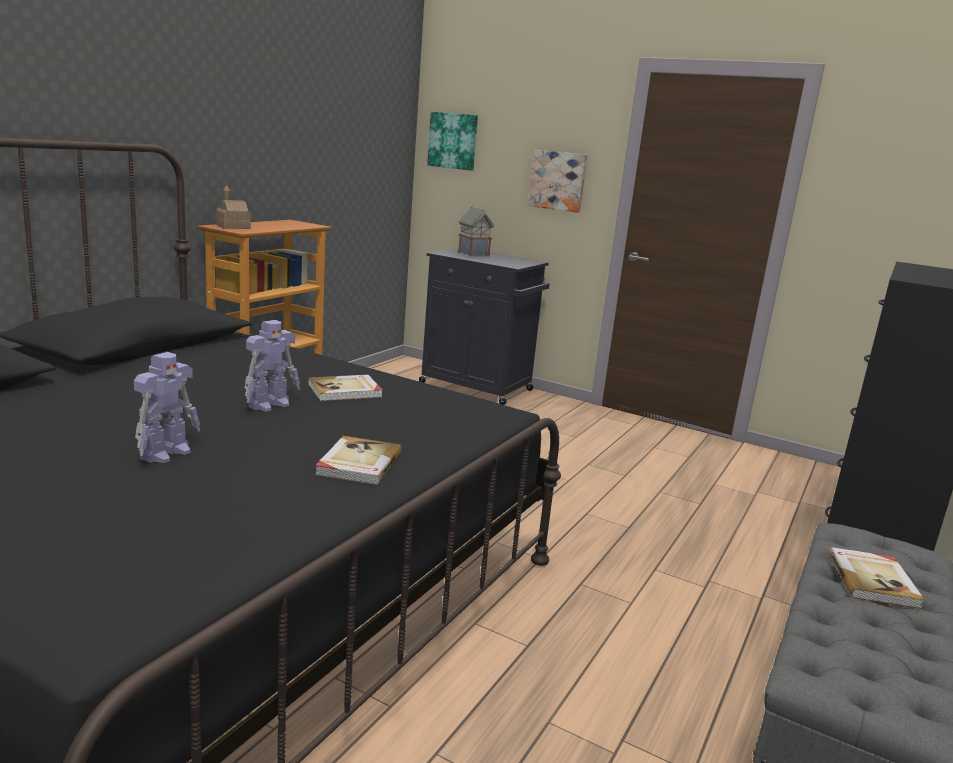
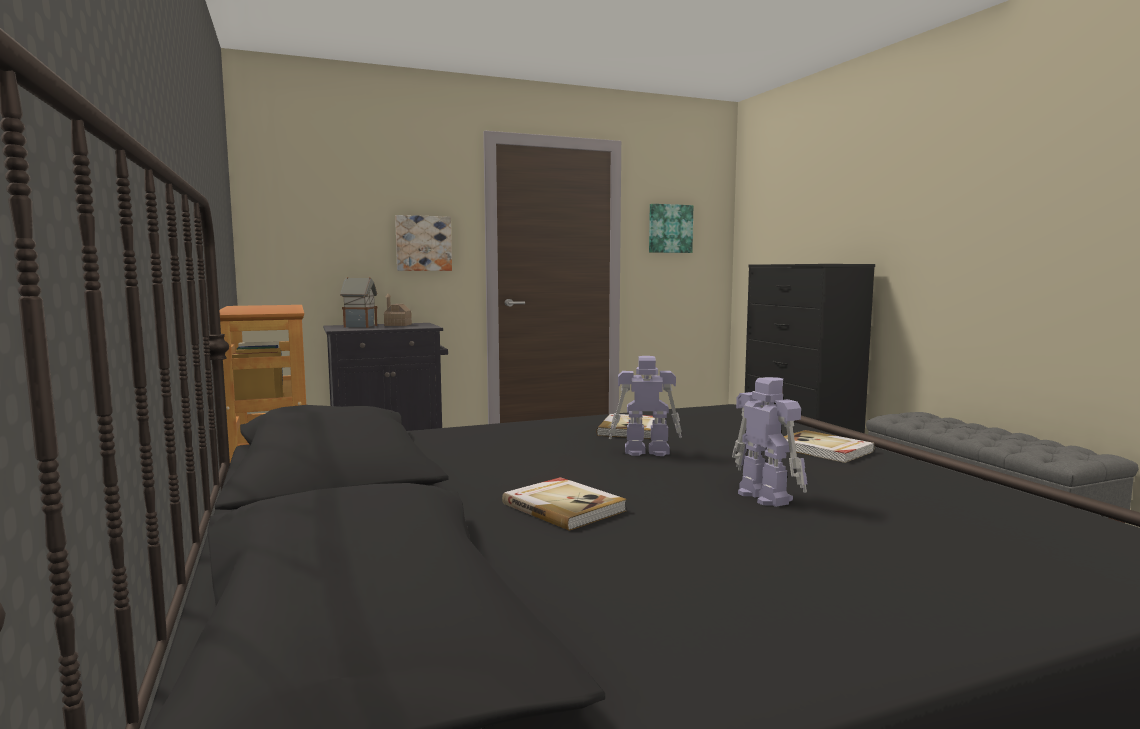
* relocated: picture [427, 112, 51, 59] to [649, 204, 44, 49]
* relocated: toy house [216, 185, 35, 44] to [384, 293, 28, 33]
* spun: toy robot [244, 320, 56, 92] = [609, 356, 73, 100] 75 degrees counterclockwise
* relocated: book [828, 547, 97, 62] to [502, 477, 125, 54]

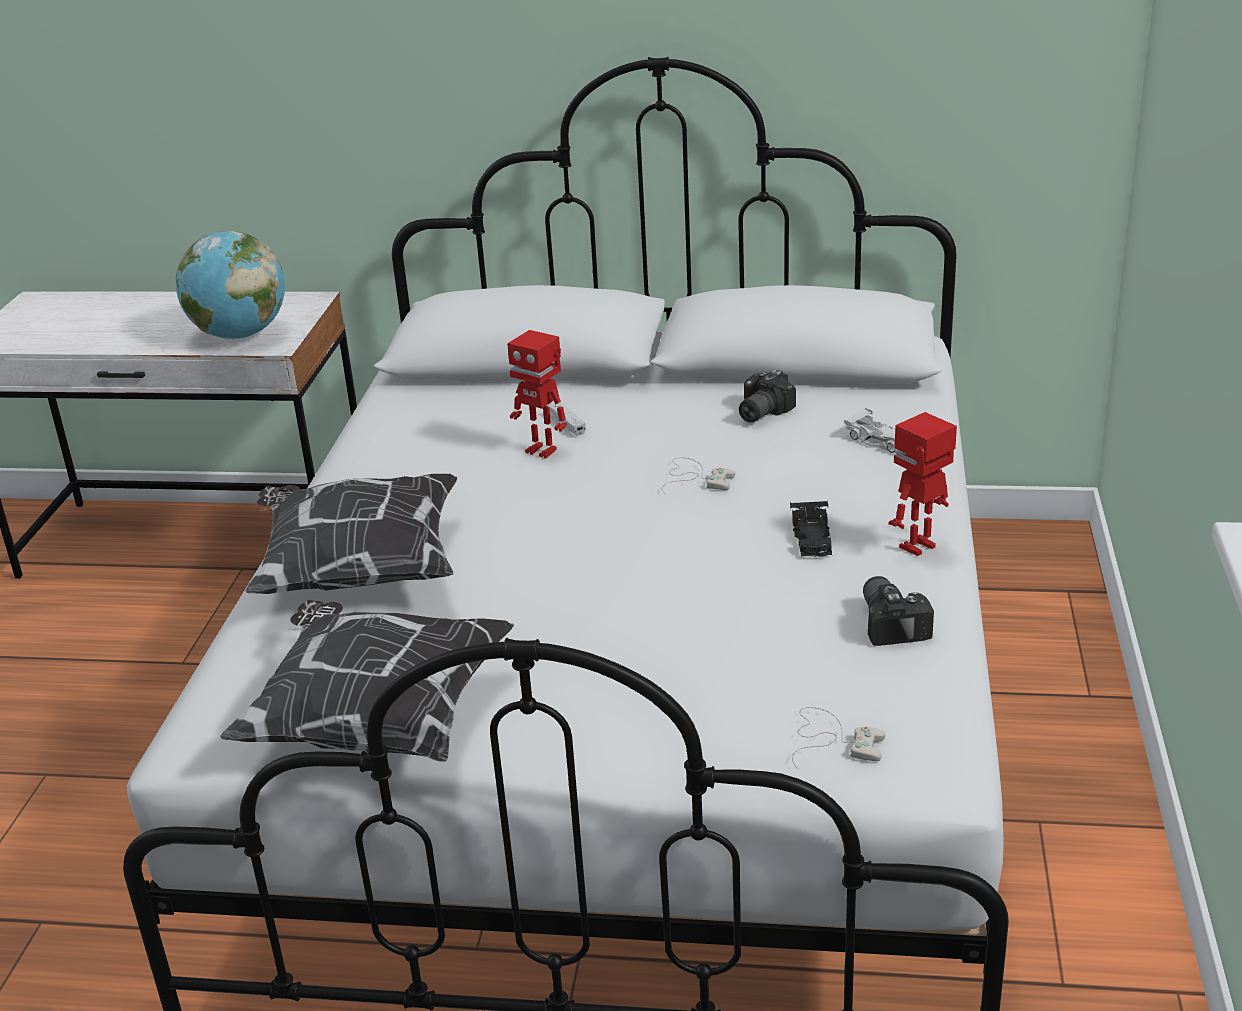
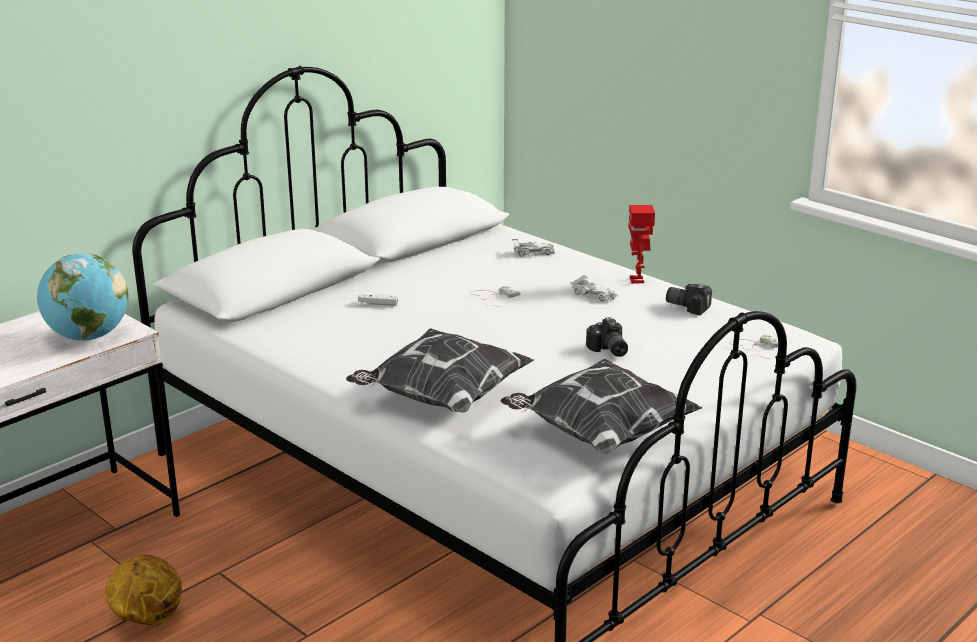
* missing: toy robot [507, 330, 60, 128]
* relocated: photo camera [739, 370, 57, 52] to [586, 317, 42, 40]
* colour: black toy car [790, 501, 42, 56] to white toy car [571, 275, 47, 27]
* appeared: basketball [105, 554, 77, 72]

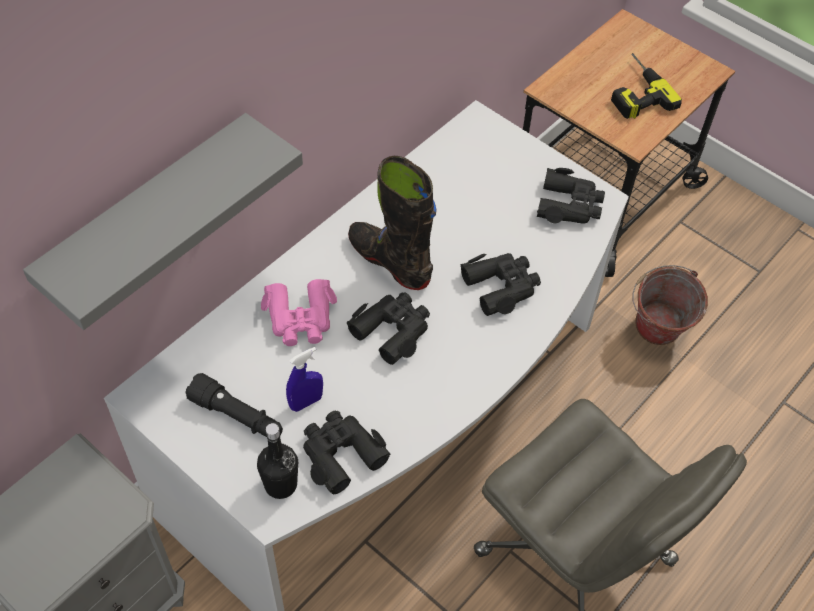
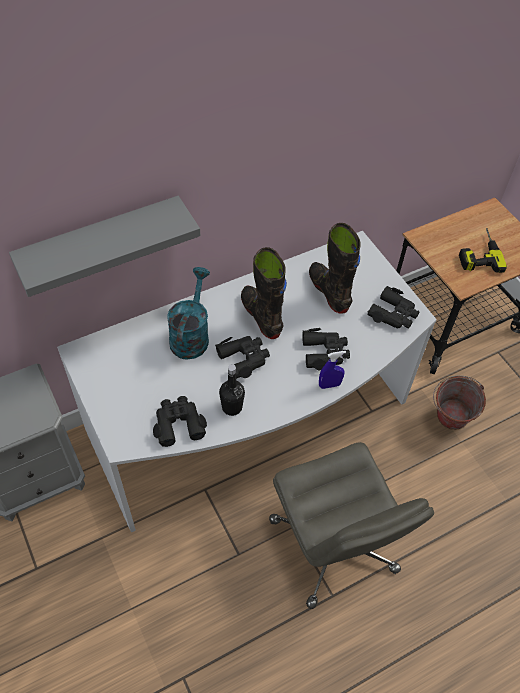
* exchanged: pink binoculars [261, 279, 76, 67] to turquoise watering can [167, 267, 43, 93]
* relocated: blue spray bottle [286, 347, 37, 65] to [319, 351, 27, 38]
* missing: black flashlight [185, 373, 98, 64]
* relocated: black bottle [257, 423, 41, 76] to [219, 364, 26, 52]
* appeared: black boot [309, 223, 52, 91]

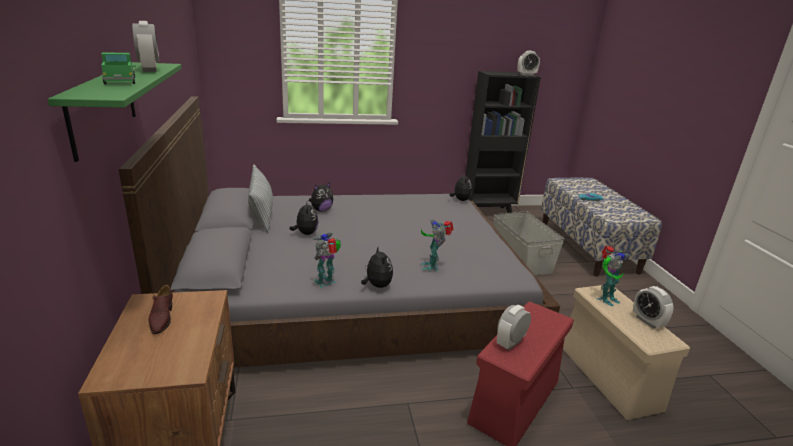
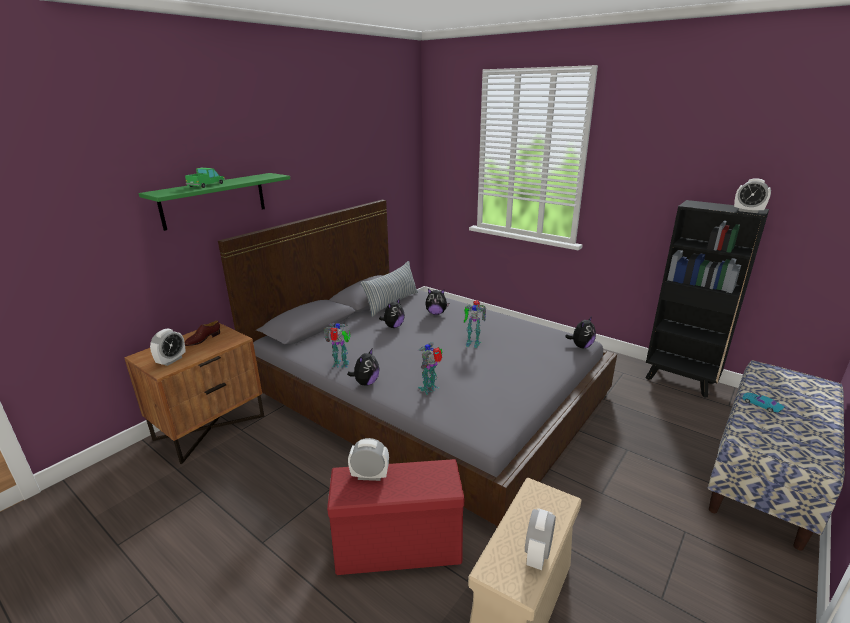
* relocated: alarm clock [132, 21, 27, 51] to [150, 329, 36, 37]
* missing: grey storage box [494, 211, 71, 65]
* relocated: toy robot [596, 245, 34, 61] to [464, 300, 22, 48]

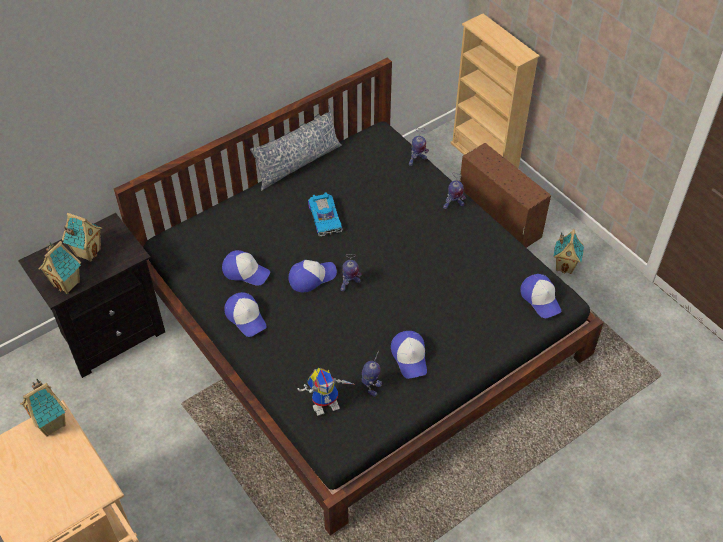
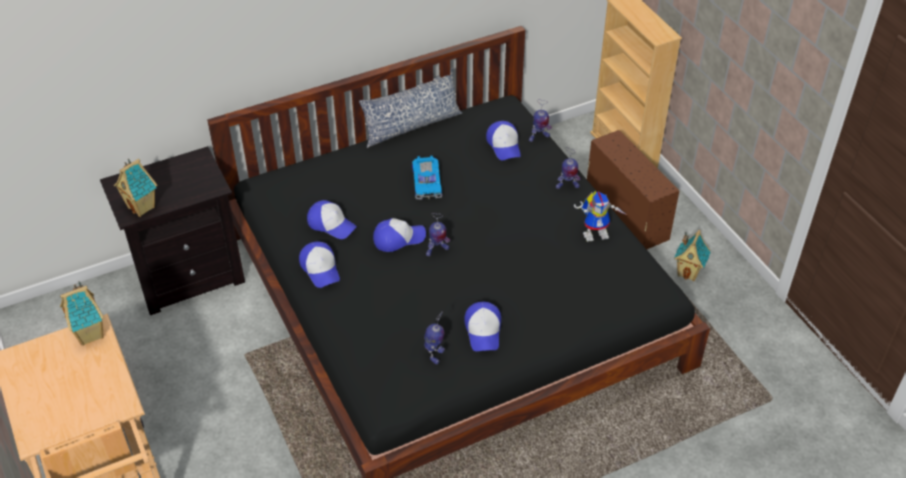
* missing: toy house [62, 213, 40, 49]
* relocated: cap [520, 274, 41, 44] to [486, 121, 35, 39]
* relocated: toy robot [298, 368, 58, 48] to [574, 190, 52, 52]

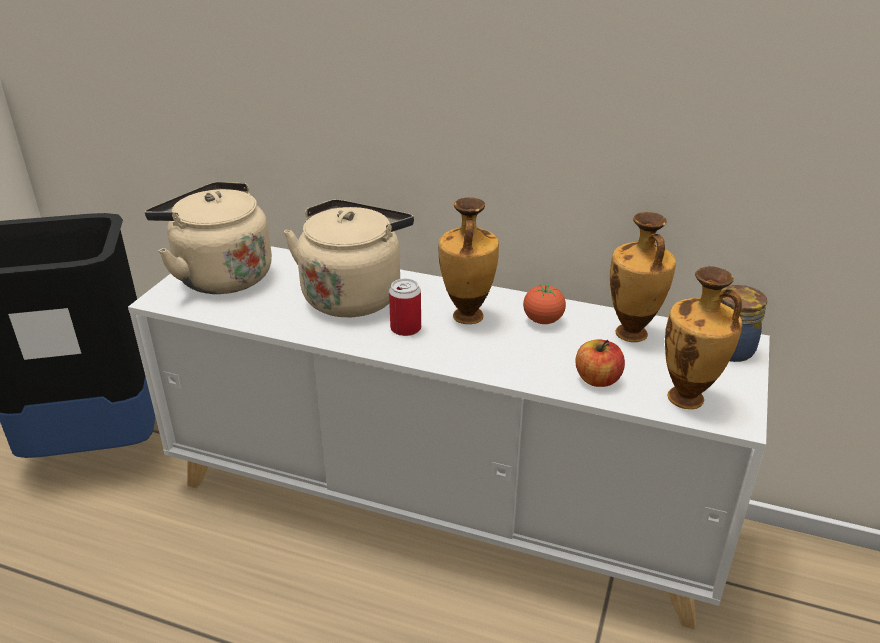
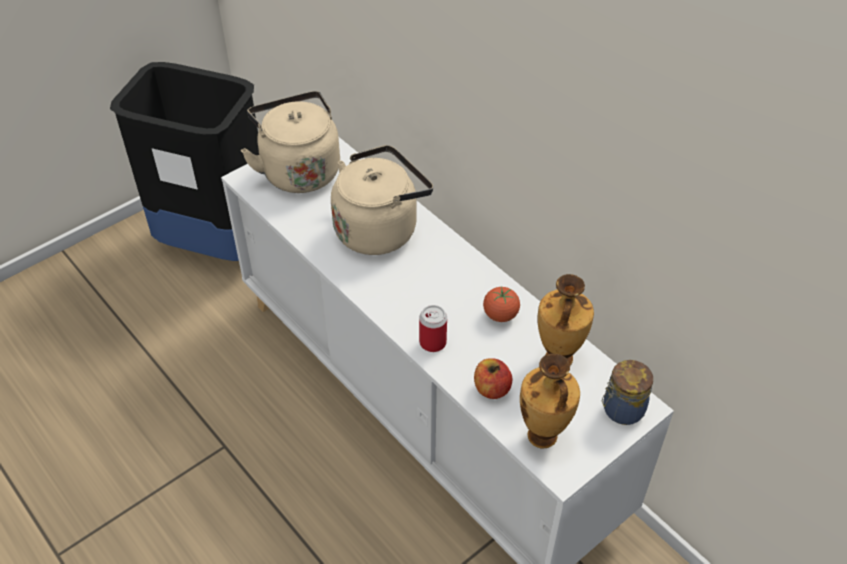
* missing: vase [439, 197, 60, 127]
* relocated: can [389, 278, 32, 58] to [419, 305, 28, 47]

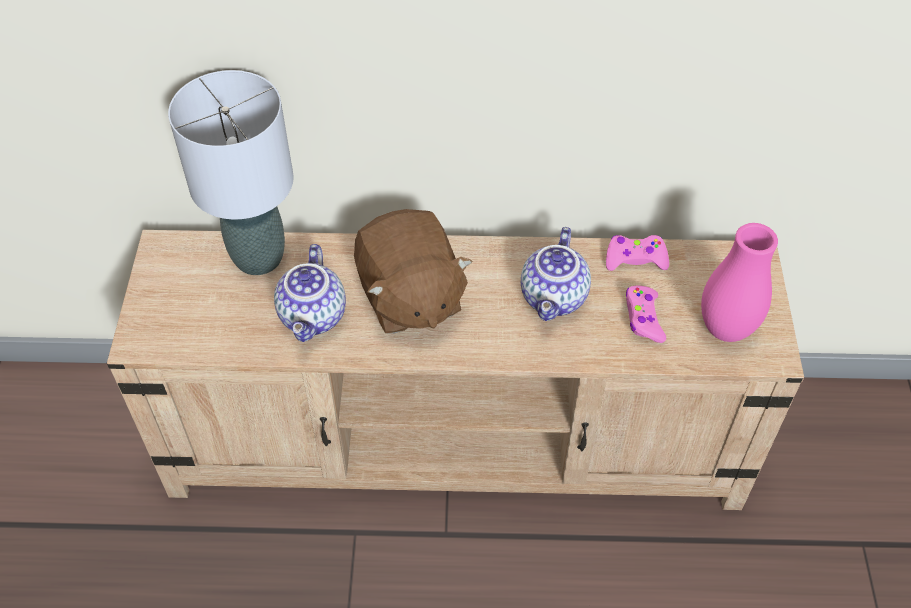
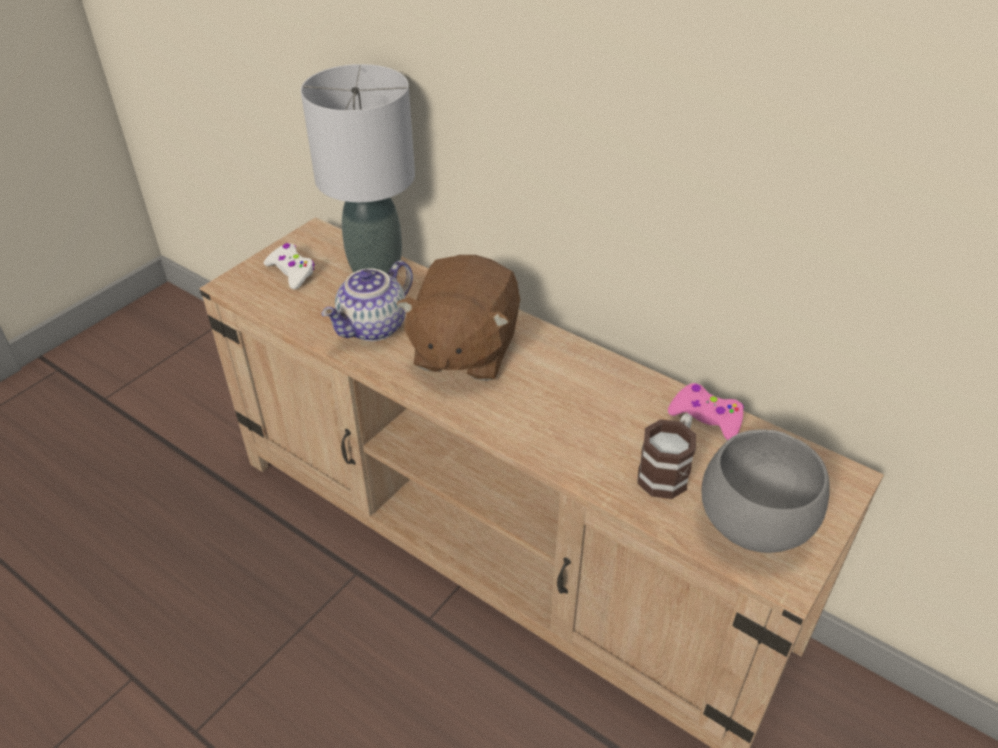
* exchanged: pink vase [701, 223, 77, 119] to grey bowl [701, 429, 129, 124]
* missing: teapot [521, 227, 70, 94]
* exchanged: pink game controller [626, 286, 40, 57] to mug [637, 413, 59, 86]
* appeared: white game controller [264, 243, 51, 47]

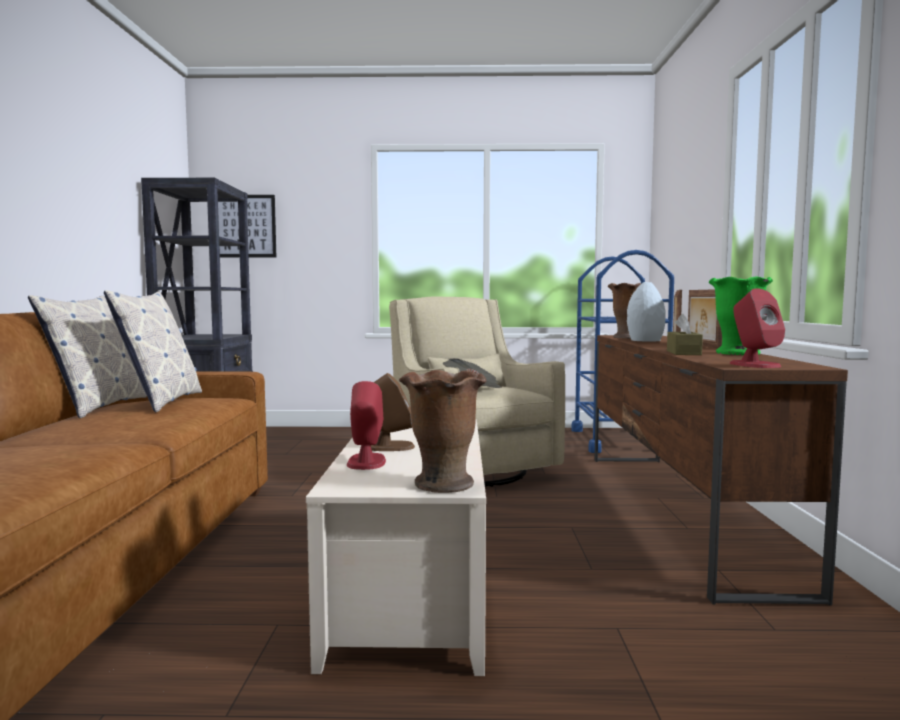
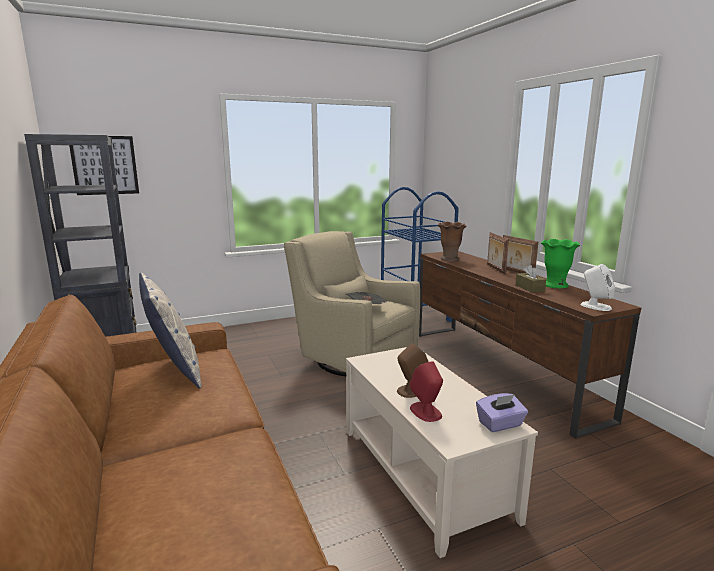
* missing: grey vase [627, 282, 39, 60]
* colour: red speaker [730, 288, 55, 80] to white speaker [580, 264, 35, 47]
* missing: pillow [28, 295, 119, 123]
* exchanged: brown vase [399, 370, 87, 123] to purple tissue box [476, 393, 52, 39]

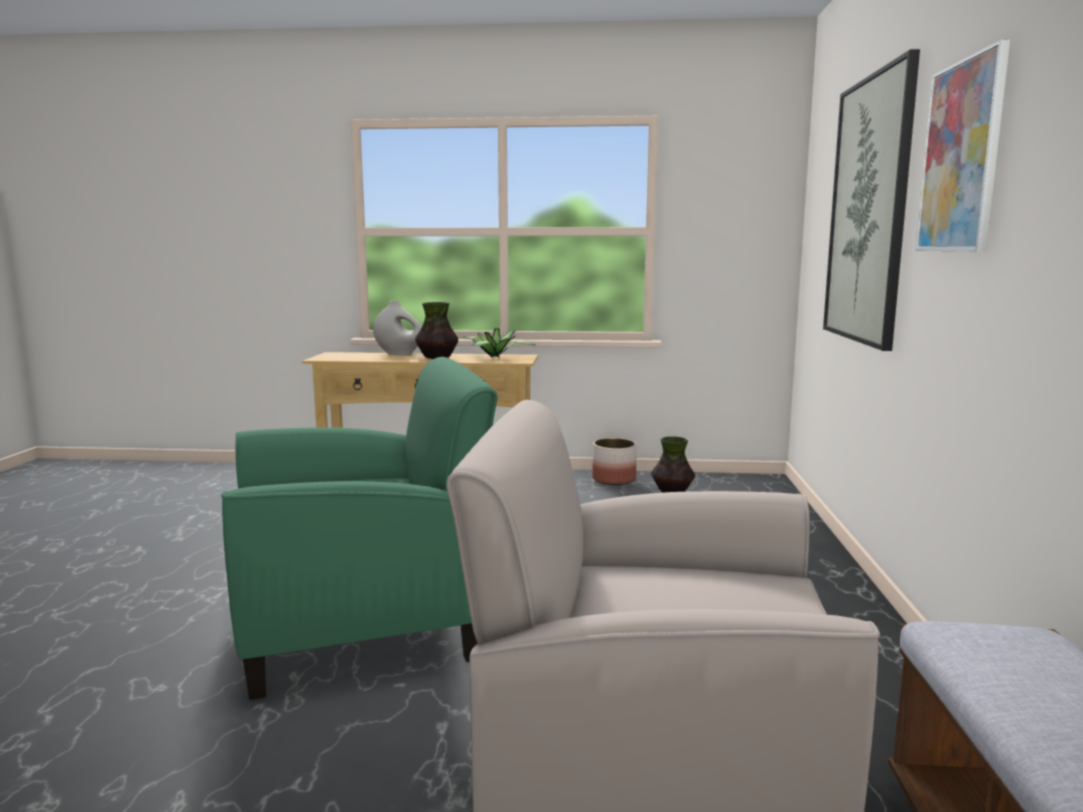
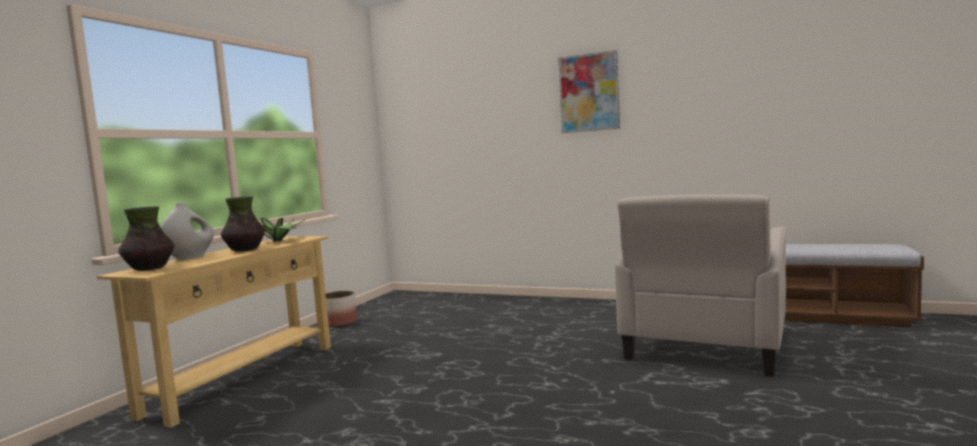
* missing: picture [823, 49, 97, 302]
* missing: green armchair [221, 357, 276, 343]
* relocated: vase [651, 436, 44, 57] to [118, 206, 57, 65]

